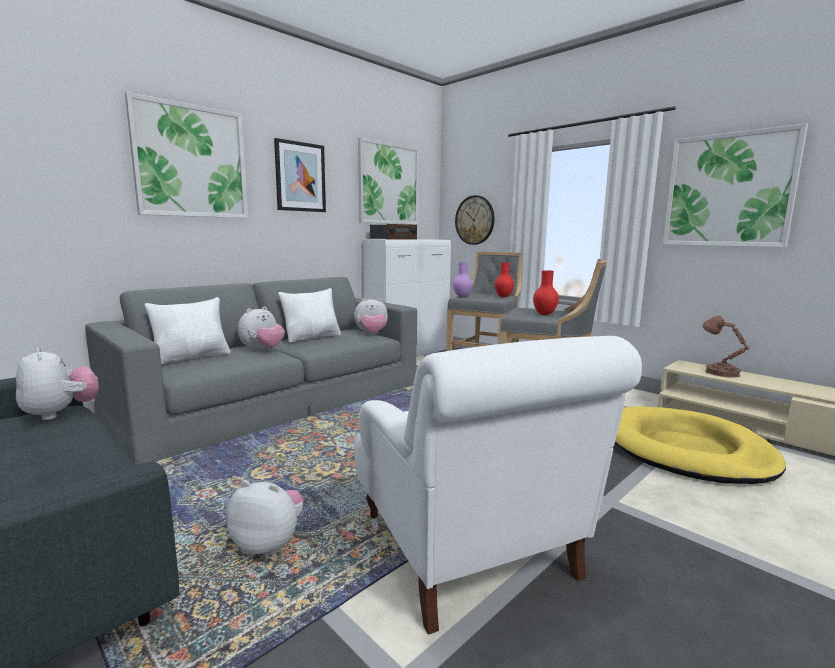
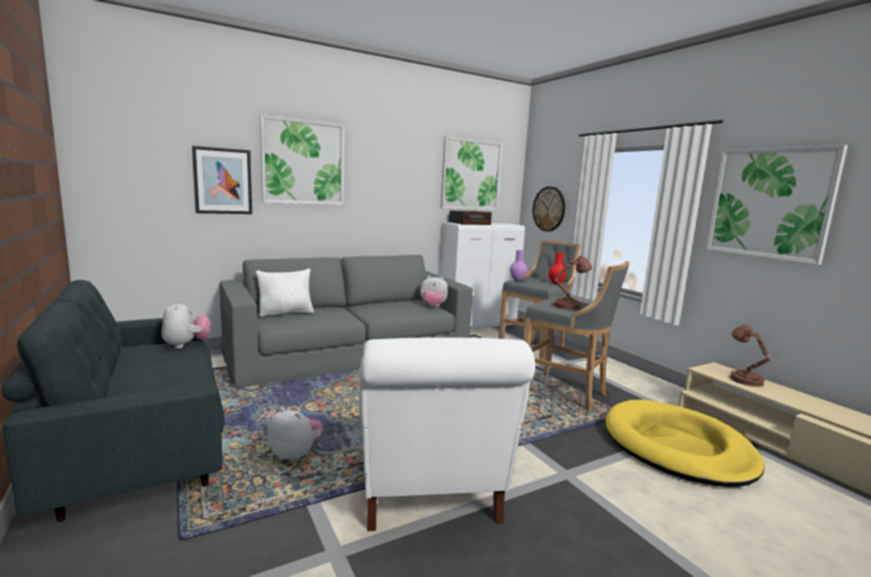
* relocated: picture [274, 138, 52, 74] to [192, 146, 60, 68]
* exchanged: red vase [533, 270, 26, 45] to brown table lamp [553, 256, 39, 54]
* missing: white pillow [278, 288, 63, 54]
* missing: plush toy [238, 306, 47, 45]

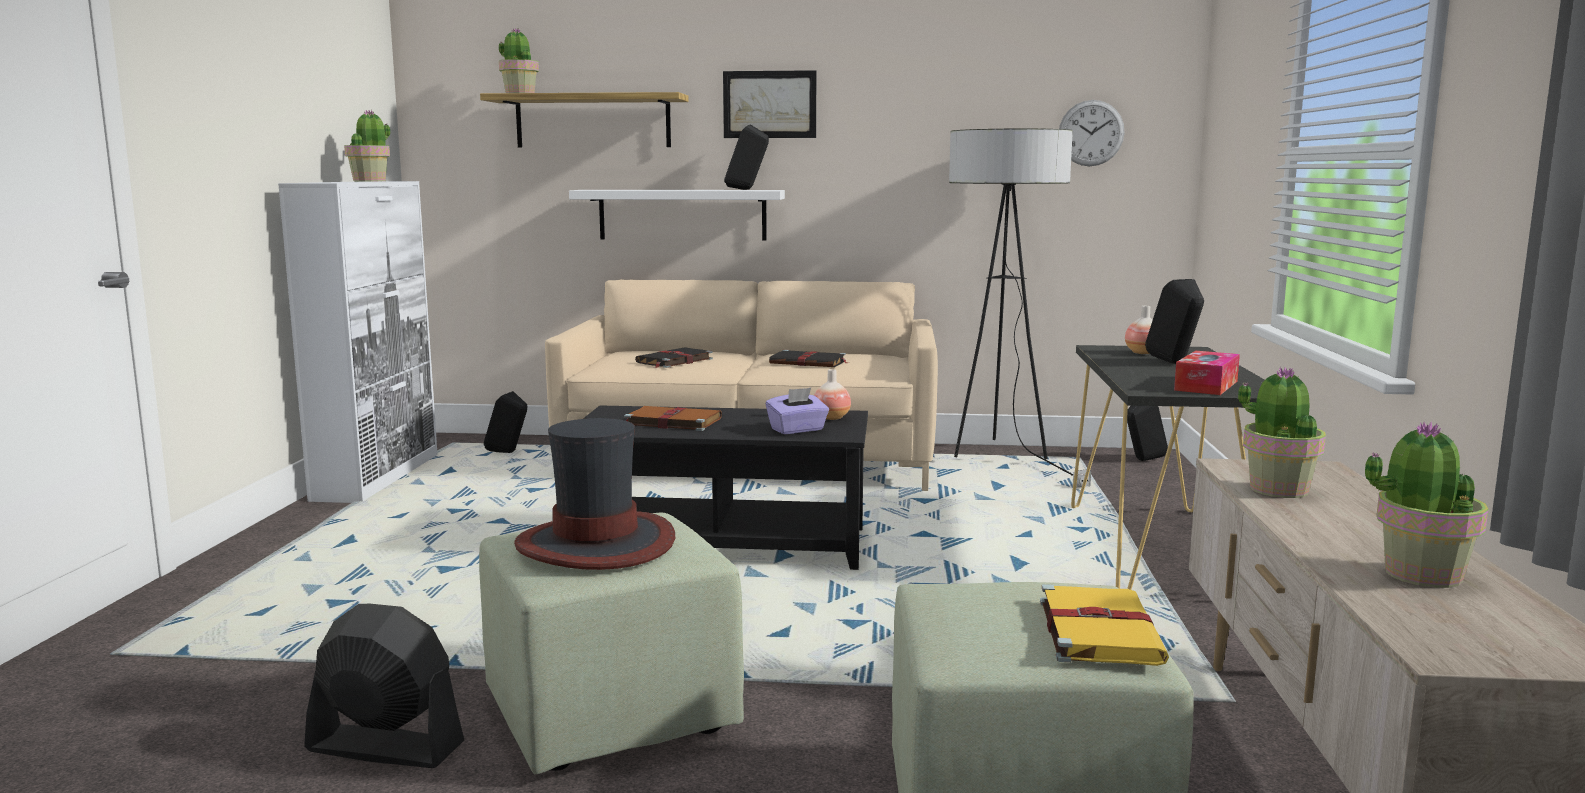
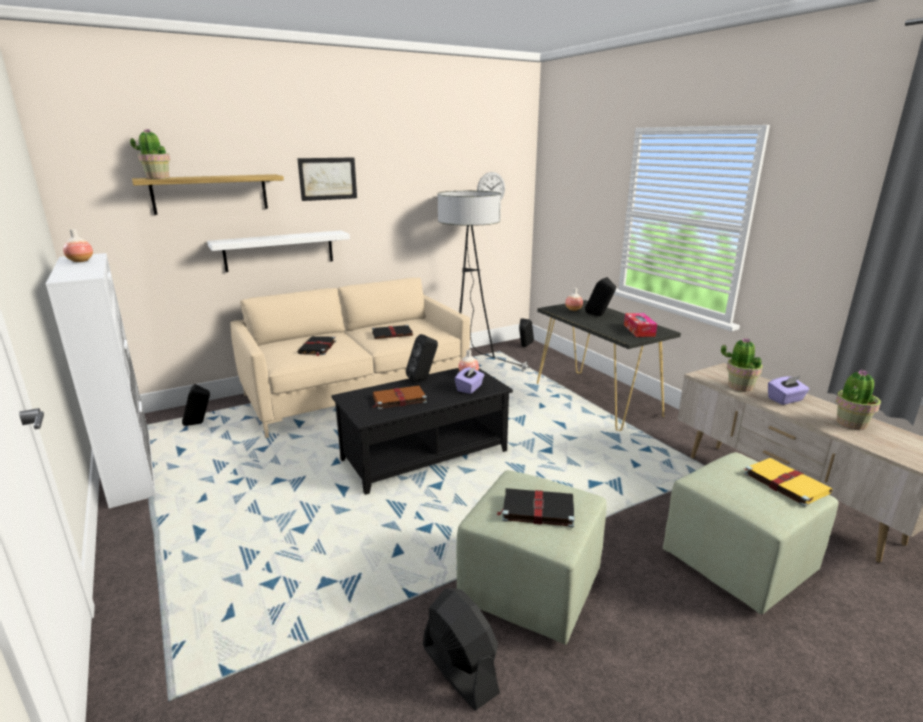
* exchanged: potted plant [344, 110, 46, 71] to vase [63, 229, 30, 33]
* relocated: black speaker [724, 125, 45, 65] to [406, 334, 32, 48]
* exchanged: hat [514, 418, 161, 152] to black book [497, 488, 78, 40]
* spun: black fan [304, 604, 160, 164] = [423, 588, 77, 122] 75 degrees clockwise
* appeared: purple tissue box [768, 376, 42, 29]

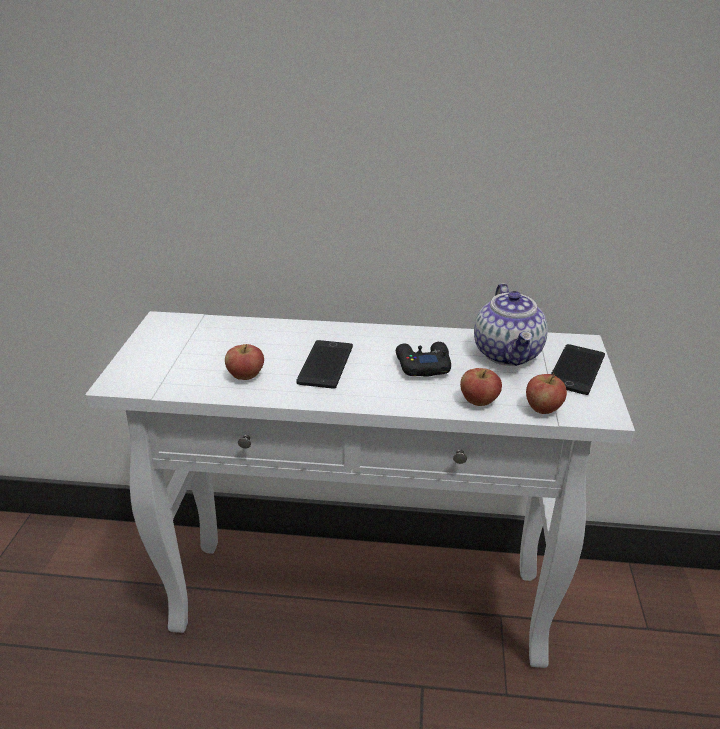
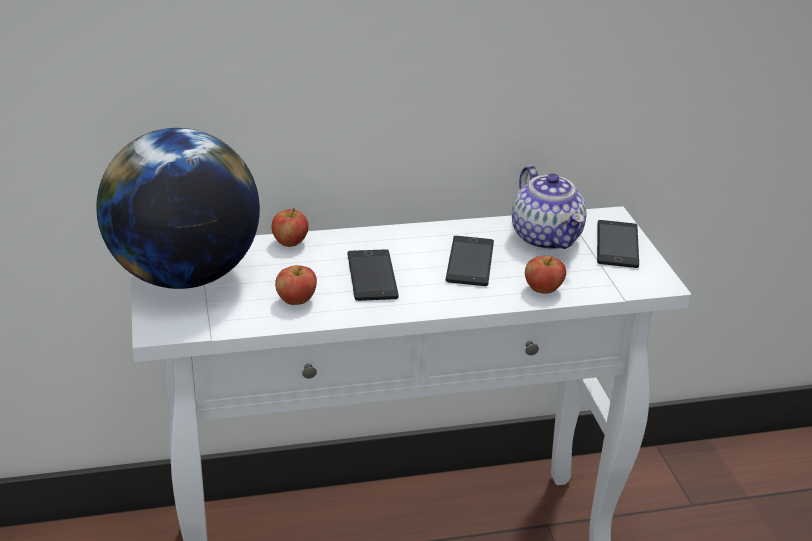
* exchanged: black game controller [396, 342, 55, 35] to phone [446, 236, 48, 50]
* relocated: apple [526, 373, 41, 41] to [272, 207, 37, 40]
* appeared: globe [96, 128, 164, 161]

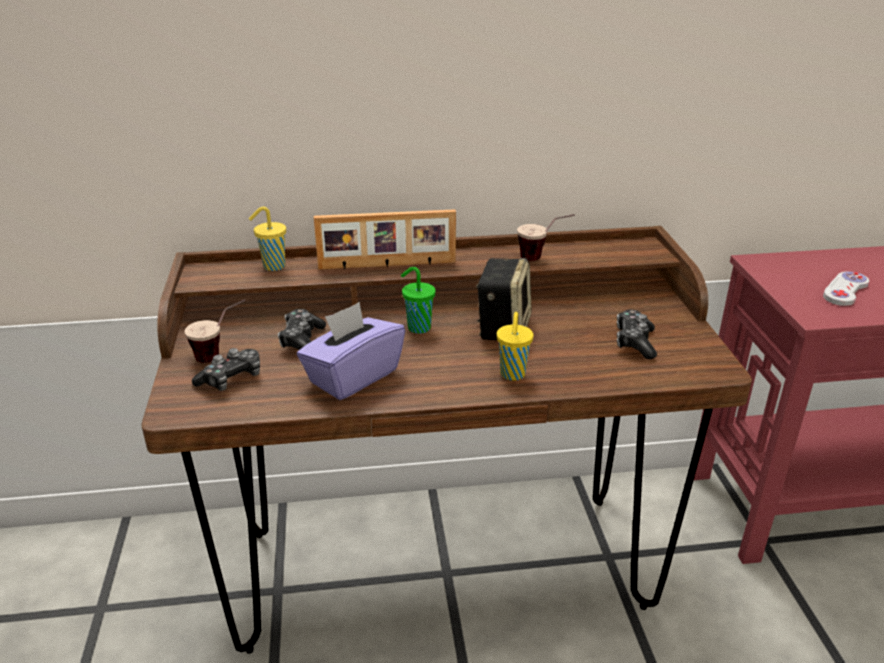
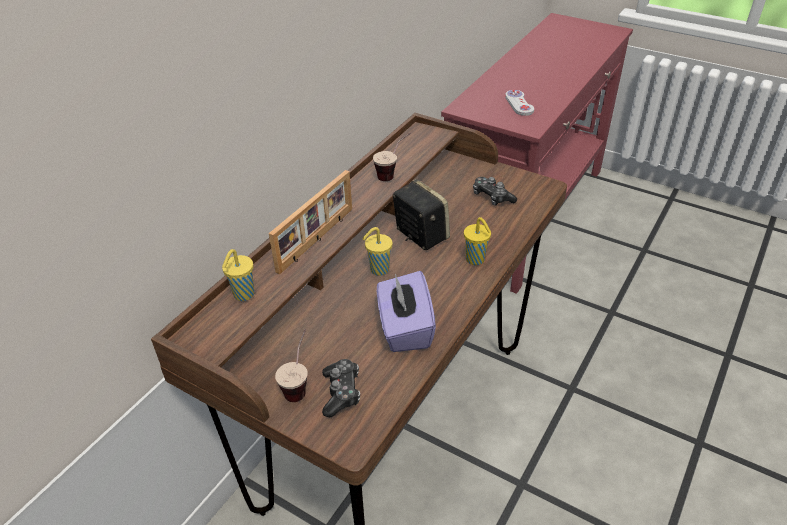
* colour: green cup [401, 267, 35, 67] to yellow cup [362, 227, 30, 49]
* missing: game controller [278, 309, 48, 41]

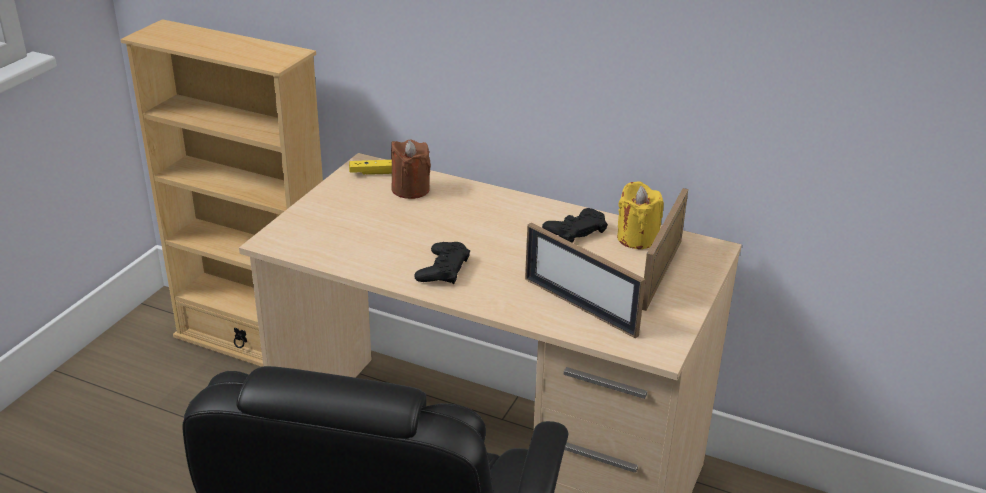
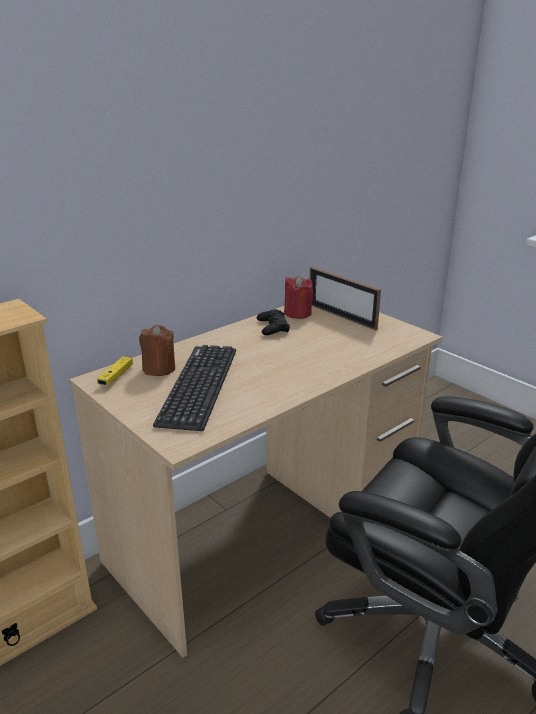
* colour: yellow candle [617, 181, 47, 68] to red candle [284, 276, 29, 43]
* missing: picture frame [525, 223, 121, 116]
* missing: black game controller [414, 242, 56, 42]
* appeared: keyboard [153, 345, 83, 86]

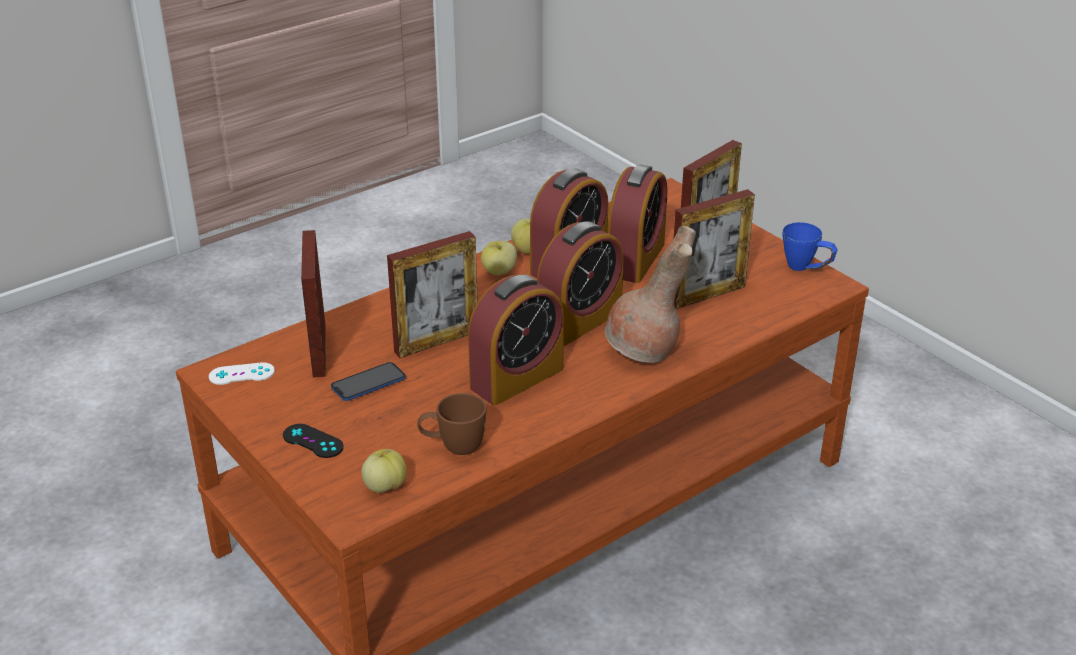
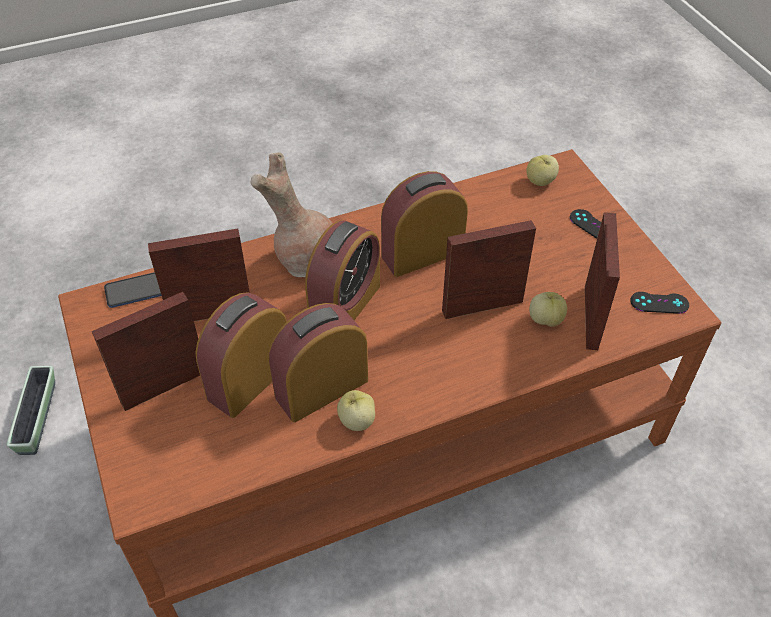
* spun: alarm clock [537, 221, 87, 125] = [305, 220, 75, 100] 150 degrees clockwise
* missing: blue mug [783, 222, 55, 49]
* relocated: apple [481, 241, 36, 34] to [529, 292, 38, 35]
* colour: white game controller [209, 362, 66, 23] to black game controller [630, 292, 59, 22]
* relocated: phone [331, 362, 75, 39] to [104, 272, 58, 36]
* missing: brown mug [417, 393, 69, 62]
* appeared: planter [7, 366, 48, 89]

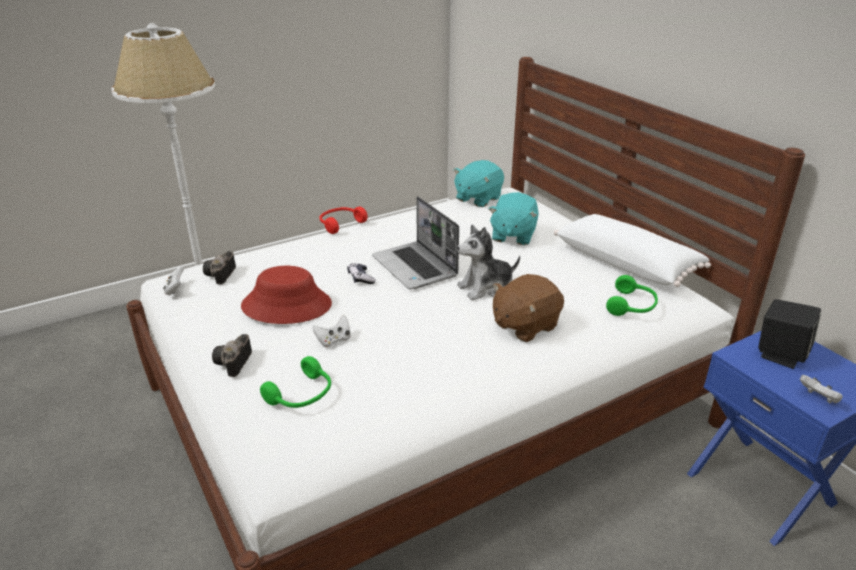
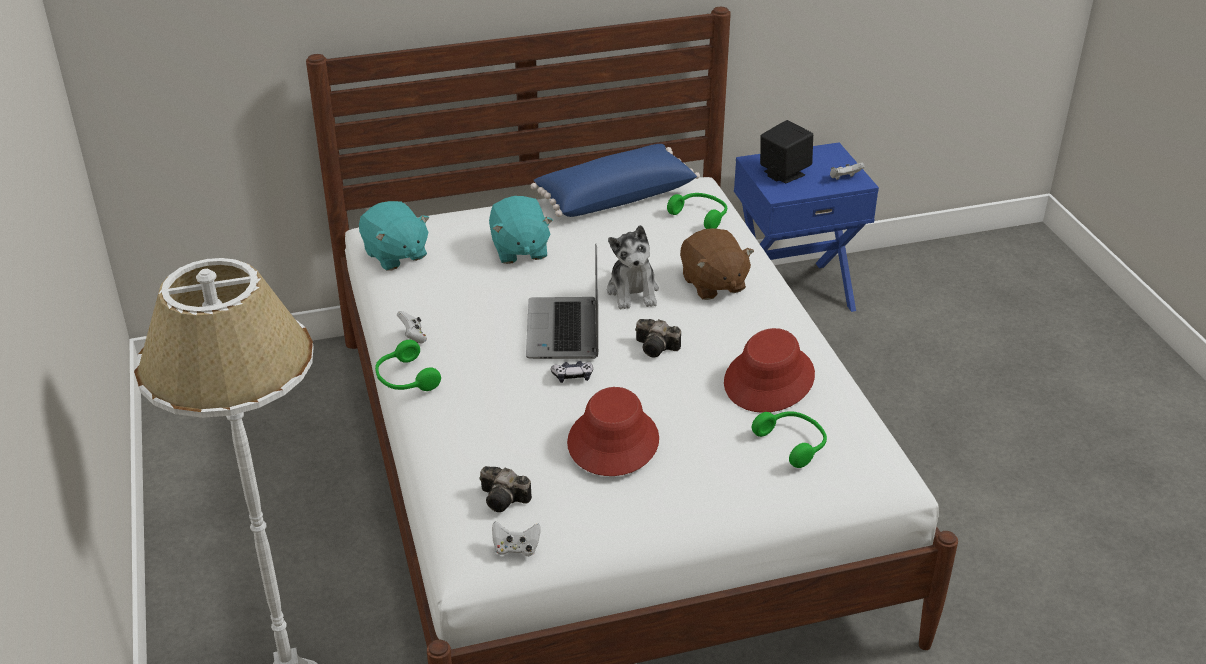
* spun: turquoise plush toy [489, 192, 50, 53] = [489, 196, 64, 68] 45 degrees clockwise
* spun: laptop [372, 196, 87, 93] = [526, 244, 73, 115] 105 degrees clockwise
* colour: red headphones [319, 207, 49, 27] to green headphones [375, 340, 66, 51]
* colour: white pillow [554, 214, 157, 73] to blue pillow [531, 144, 169, 73]
* relocated: white game controller [312, 315, 39, 33] to [397, 311, 30, 33]
* relocated: photo camera [212, 334, 40, 43] to [635, 319, 46, 38]
* appeared: red hat [724, 328, 91, 85]

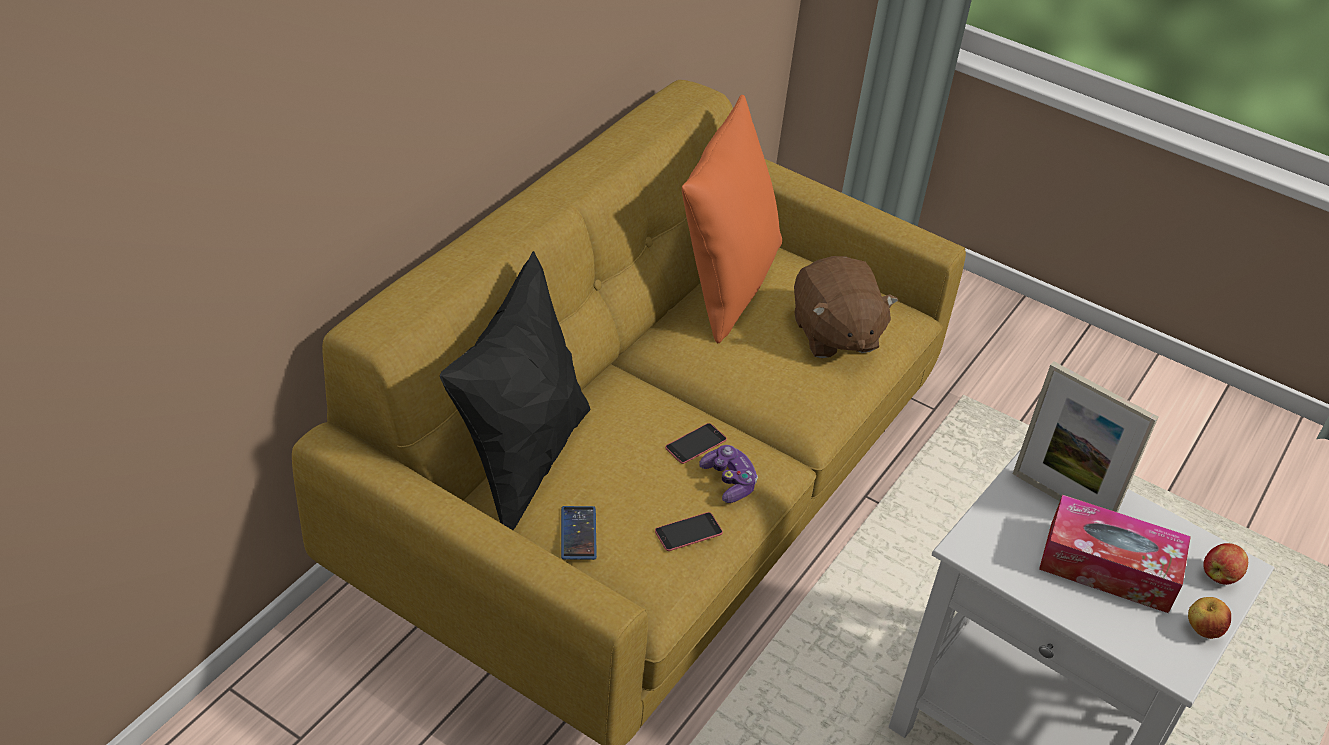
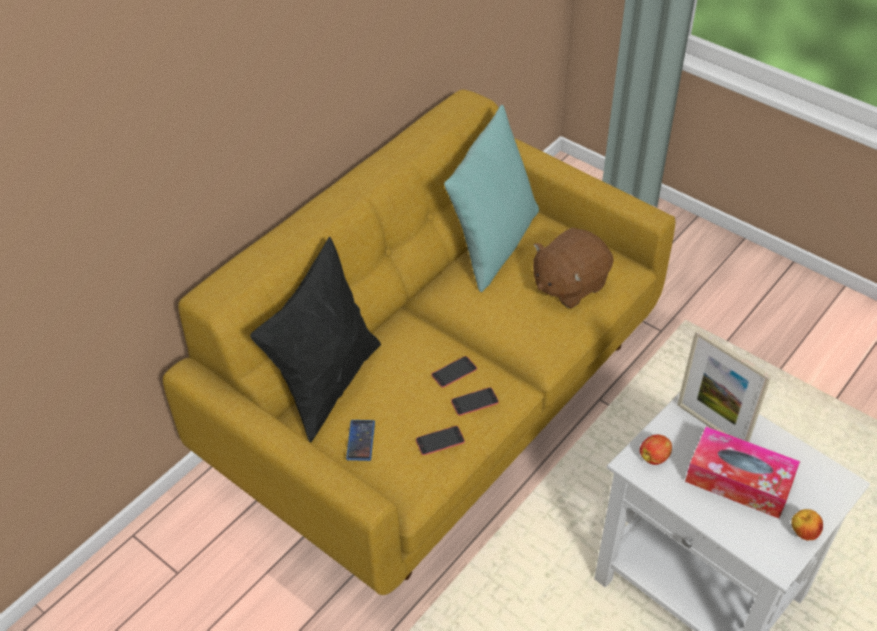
* colour: orange pillow [682, 95, 100, 248] to turquoise pillow [444, 105, 95, 187]
* spun: brown plush toy [794, 256, 104, 102] = [533, 228, 81, 81] 60 degrees clockwise
* exchanged: game controller [700, 445, 58, 58] to phone [451, 387, 48, 29]
* relocated: apple [1203, 543, 45, 42] to [640, 435, 32, 30]

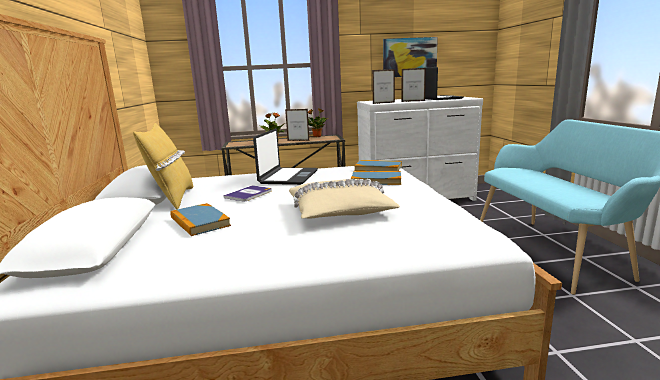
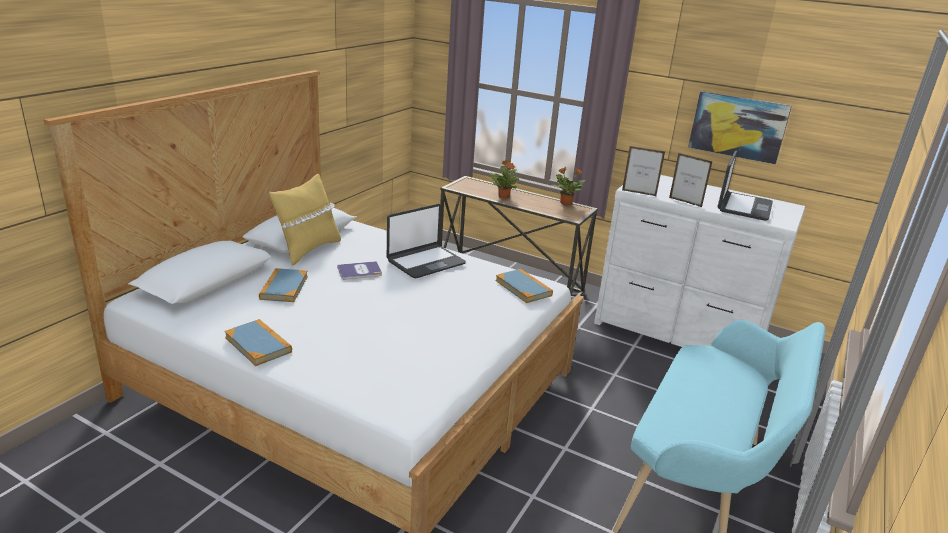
* missing: picture frame [285, 109, 24, 32]
* relocated: book [351, 171, 50, 14] to [225, 319, 67, 47]
* missing: beige pillow [289, 179, 111, 40]

